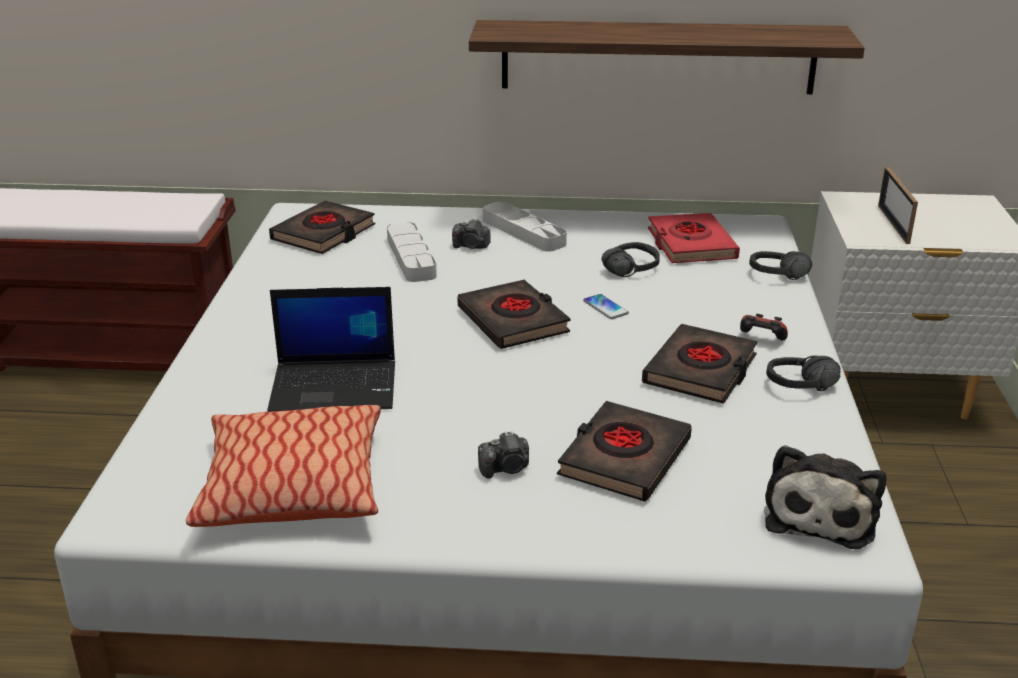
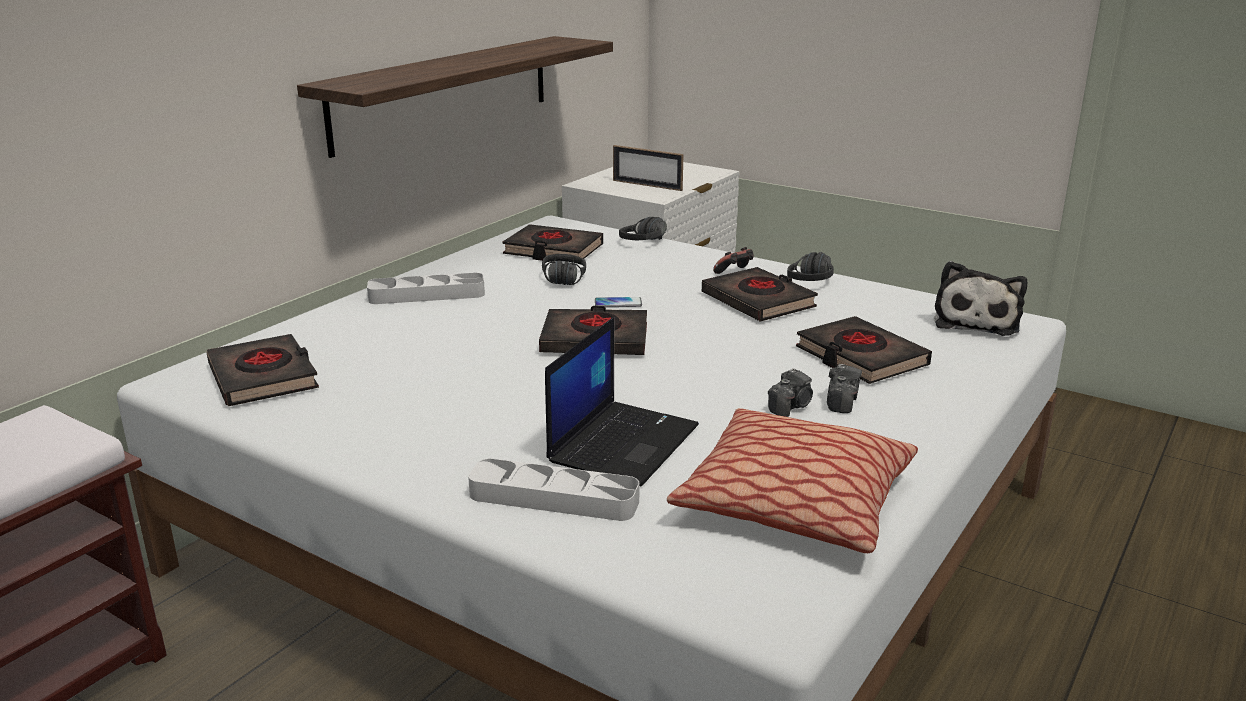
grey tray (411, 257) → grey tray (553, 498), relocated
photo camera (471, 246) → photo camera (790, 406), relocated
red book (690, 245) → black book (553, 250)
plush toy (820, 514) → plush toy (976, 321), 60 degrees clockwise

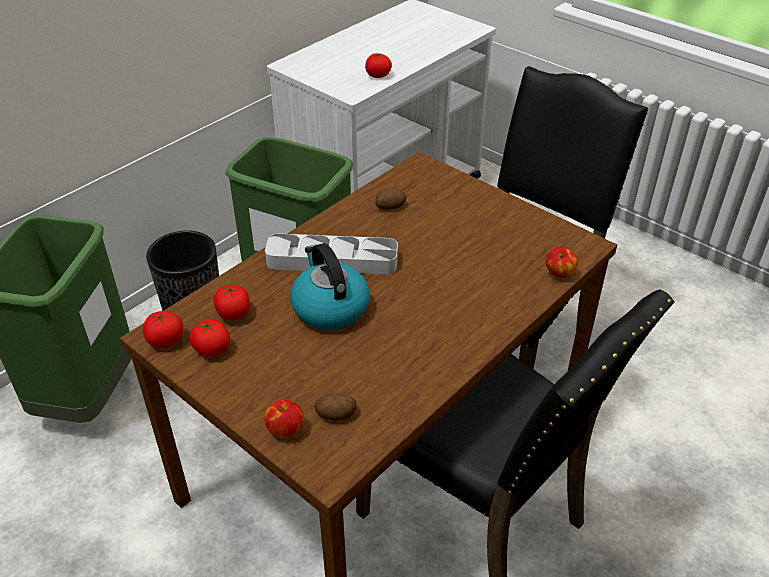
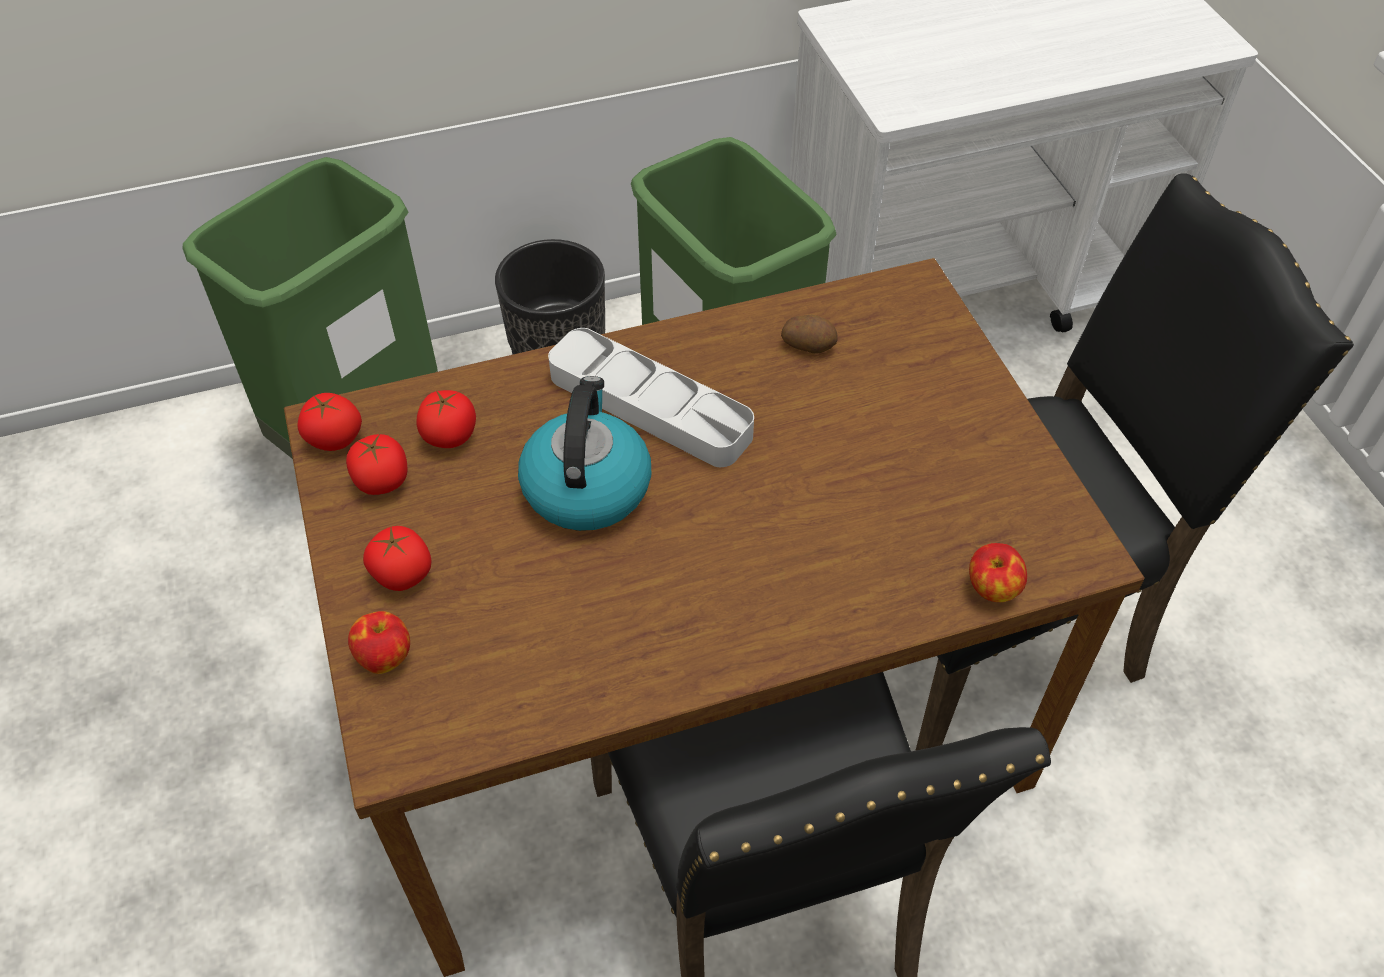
potato (336, 415) → -
tomato (378, 75) → tomato (402, 574), relocated

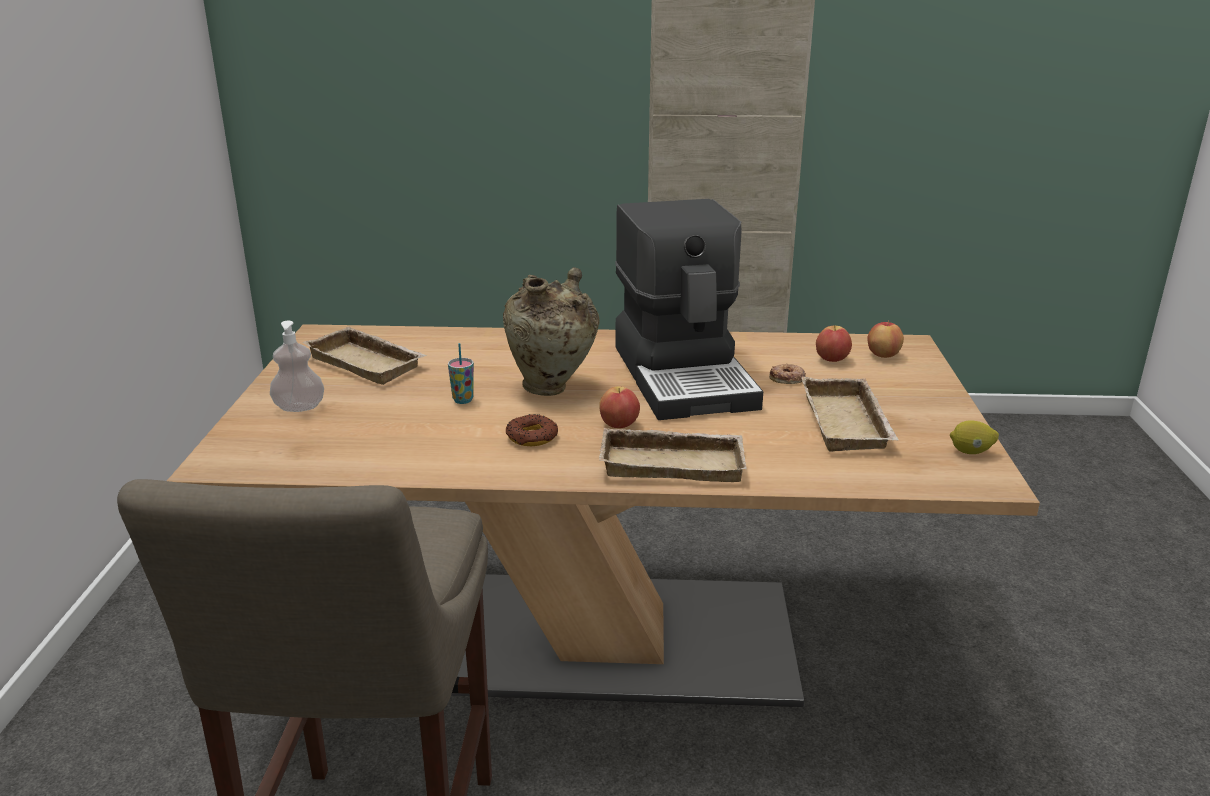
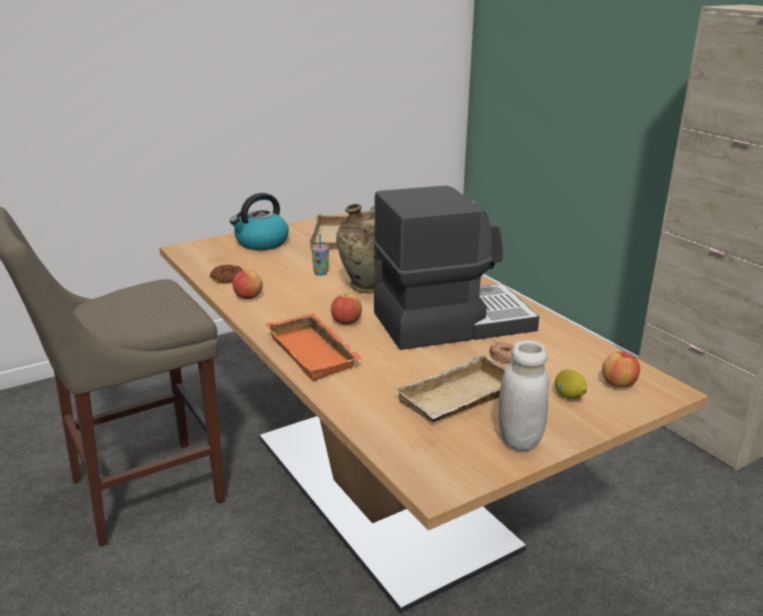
- → white jar (519, 439)
donut (532, 437) → donut (227, 278), relocated
apple (832, 359) → apple (248, 297), relocated
lemon (971, 452) → lemon (569, 396), relocated
soap dispenser (299, 407) → kettle (261, 243)
beige tray (674, 462) → orange tray (316, 353)
coffee machine (685, 376) → coffee machine (451, 321), 150 degrees counterclockwise

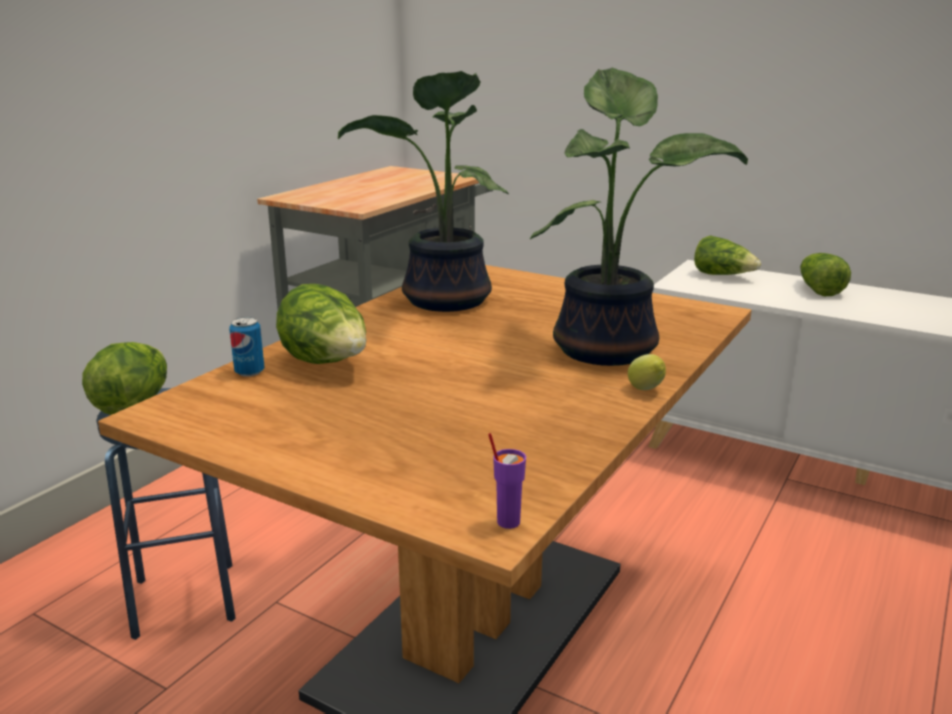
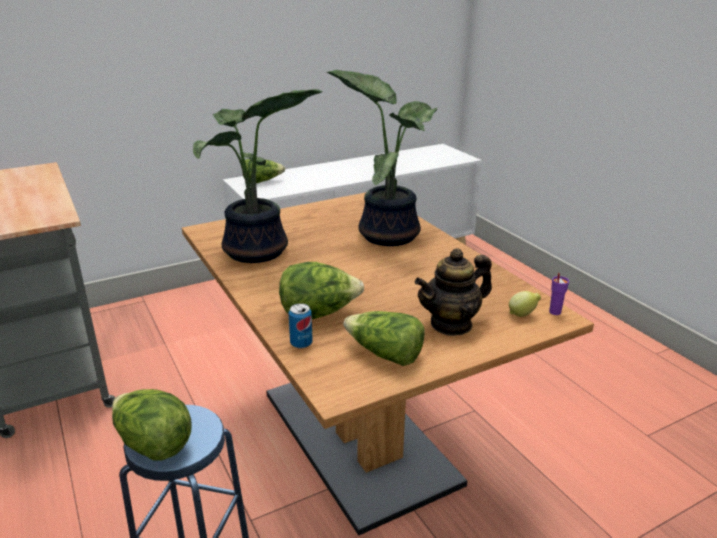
- → teapot (451, 324)
lemon (646, 390) → lemon (522, 315), relocated
lettuce (818, 289) → lettuce (385, 354), relocated

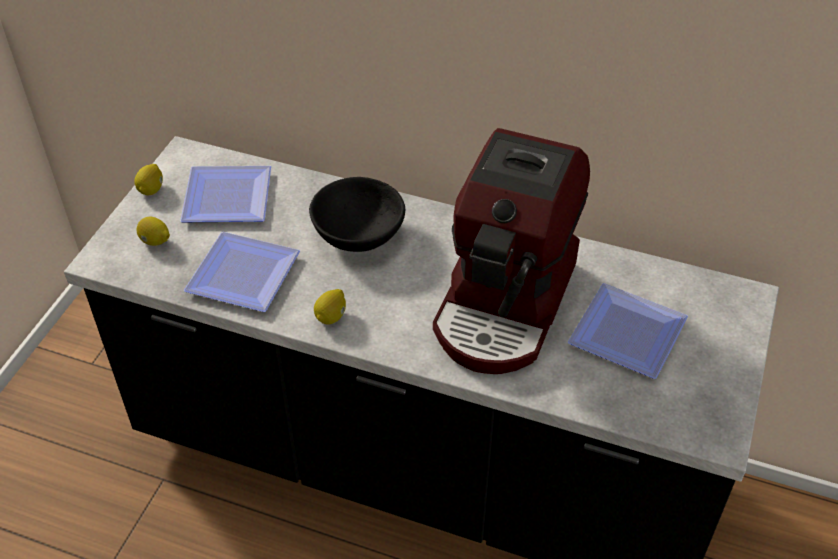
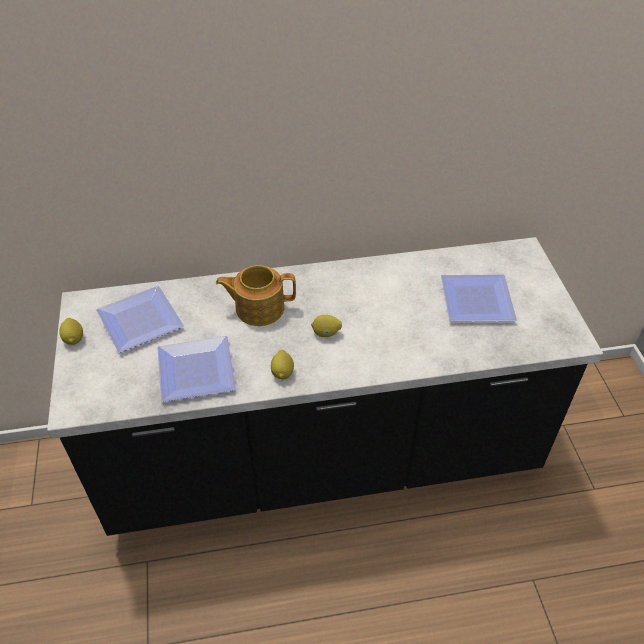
coffee machine (506, 303) → -
lemon (155, 241) → lemon (326, 333), relocated
black bowl (360, 234) → teapot (258, 308)

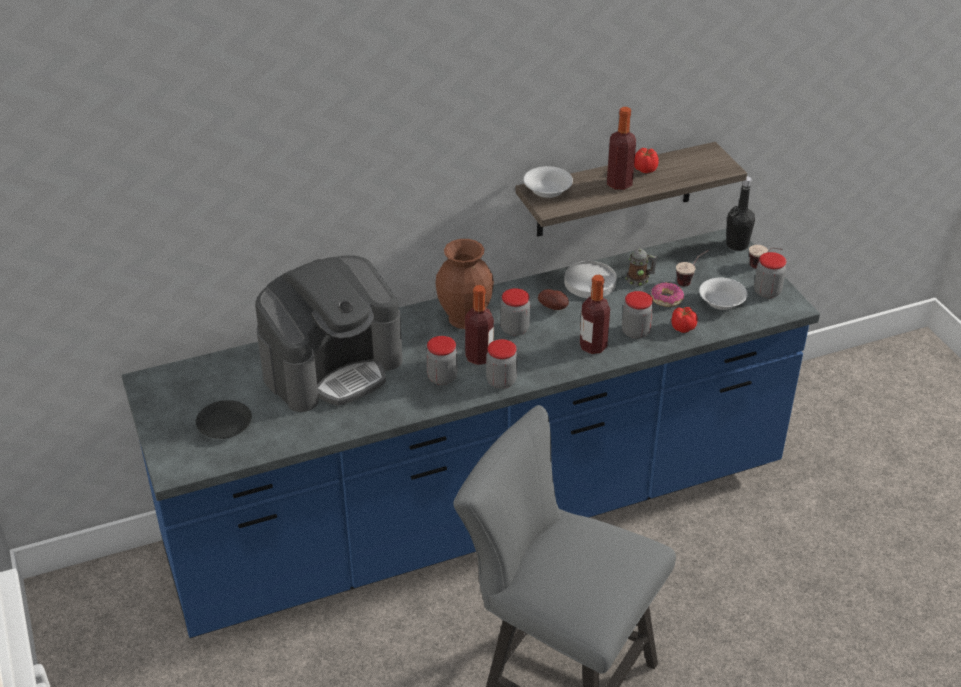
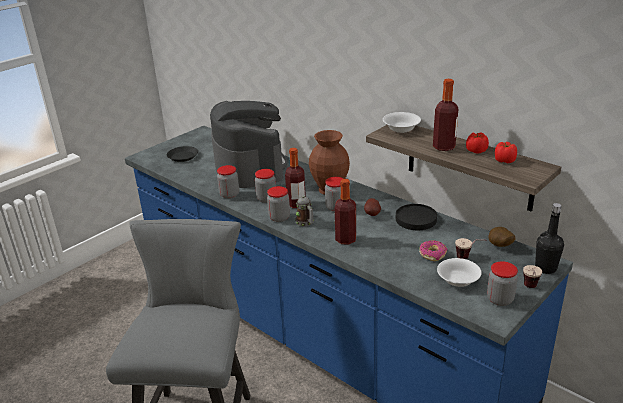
- → potato (499, 246)
jar (635, 332) → jar (229, 195), relocated
mug (640, 279) → mug (306, 223), relocated
tomato (682, 327) → tomato (505, 160), relocated
white plate (590, 282) → black plate (416, 219)
coffee machine (332, 367) → coffee machine (249, 167), 135 degrees counterclockwise

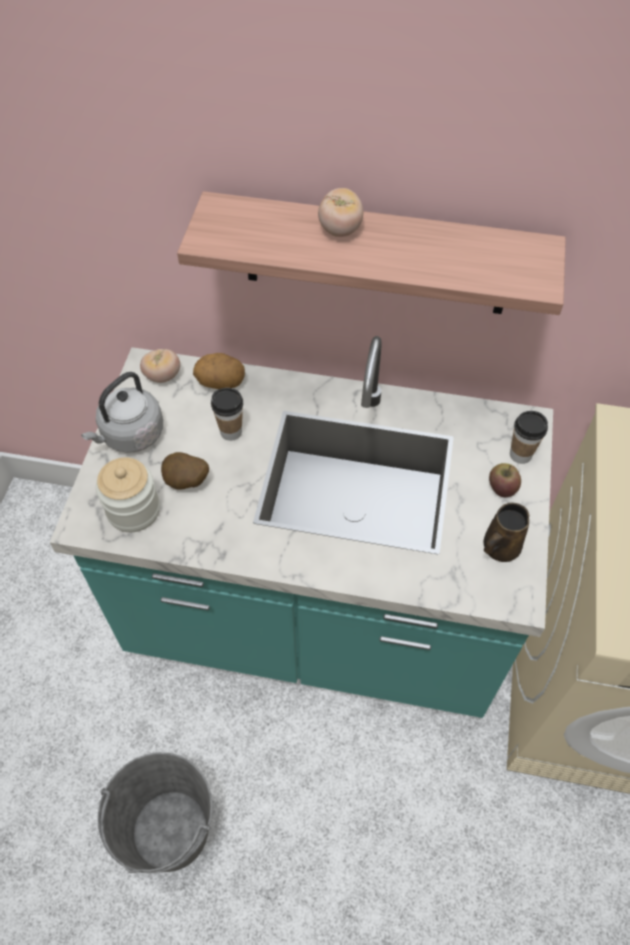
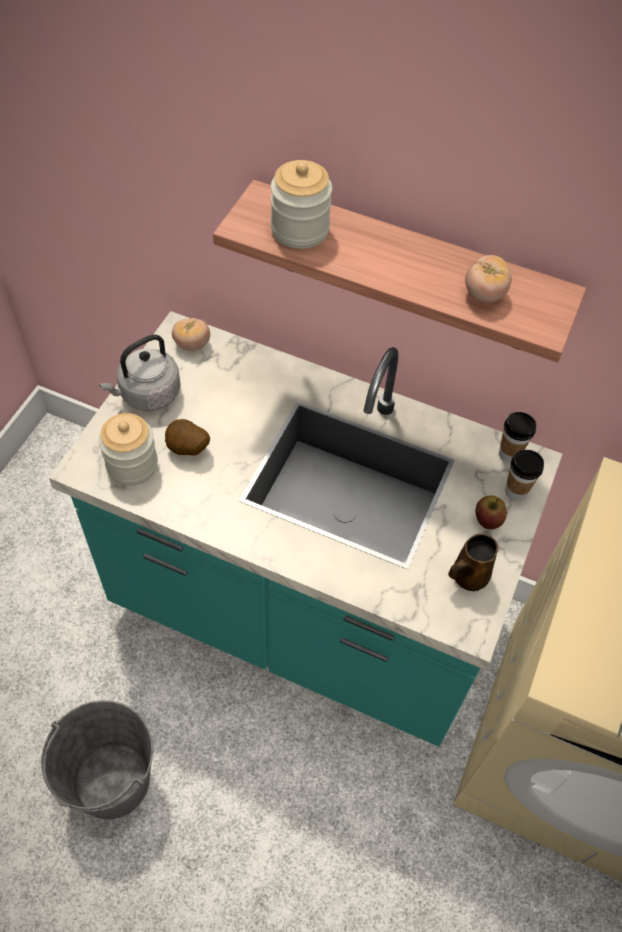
potato (221, 383) → -
- → jar (300, 230)
cup (231, 432) → cup (509, 454), relocated
tomato (340, 229) → tomato (484, 294), relocated

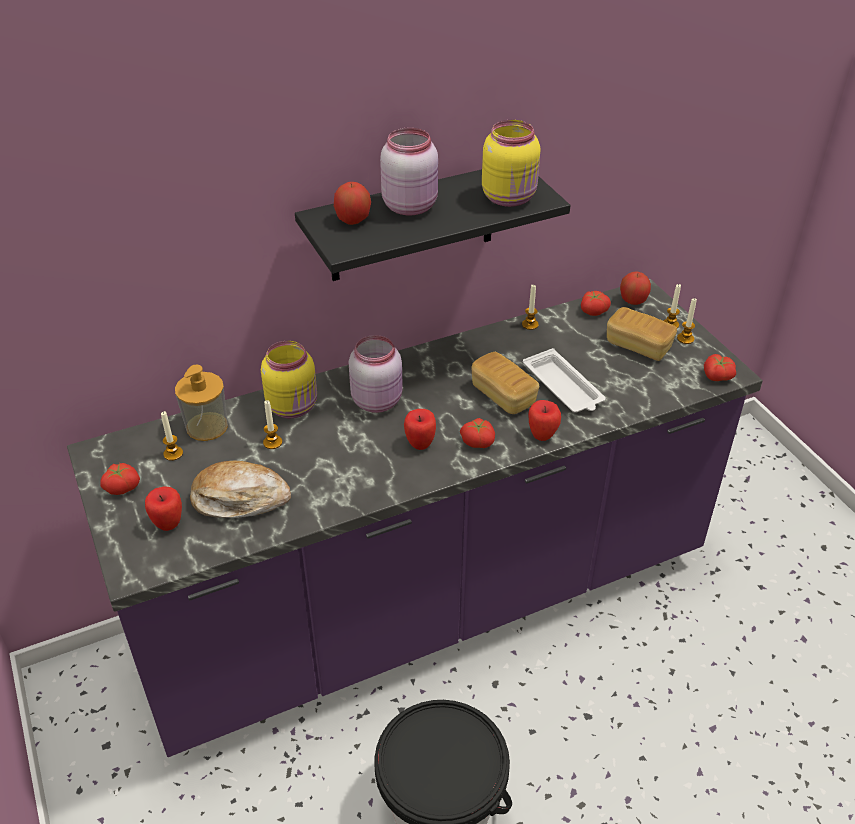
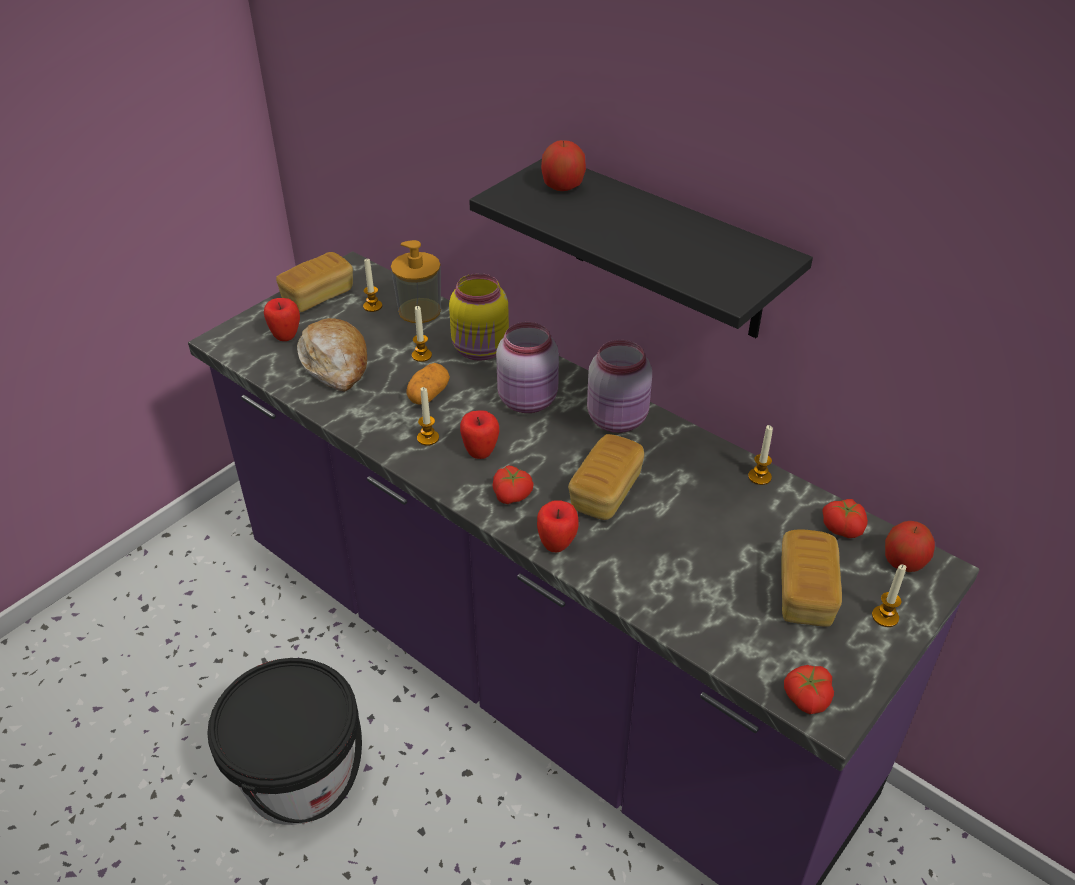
yellow jar (510, 198) → -
white tray (563, 387) → -
- → potato (428, 395)
pink jar (411, 206) → pink jar (619, 419), relocated
candle (685, 338) → candle (428, 438), relocated
tomato (122, 486) → bread (318, 296)

